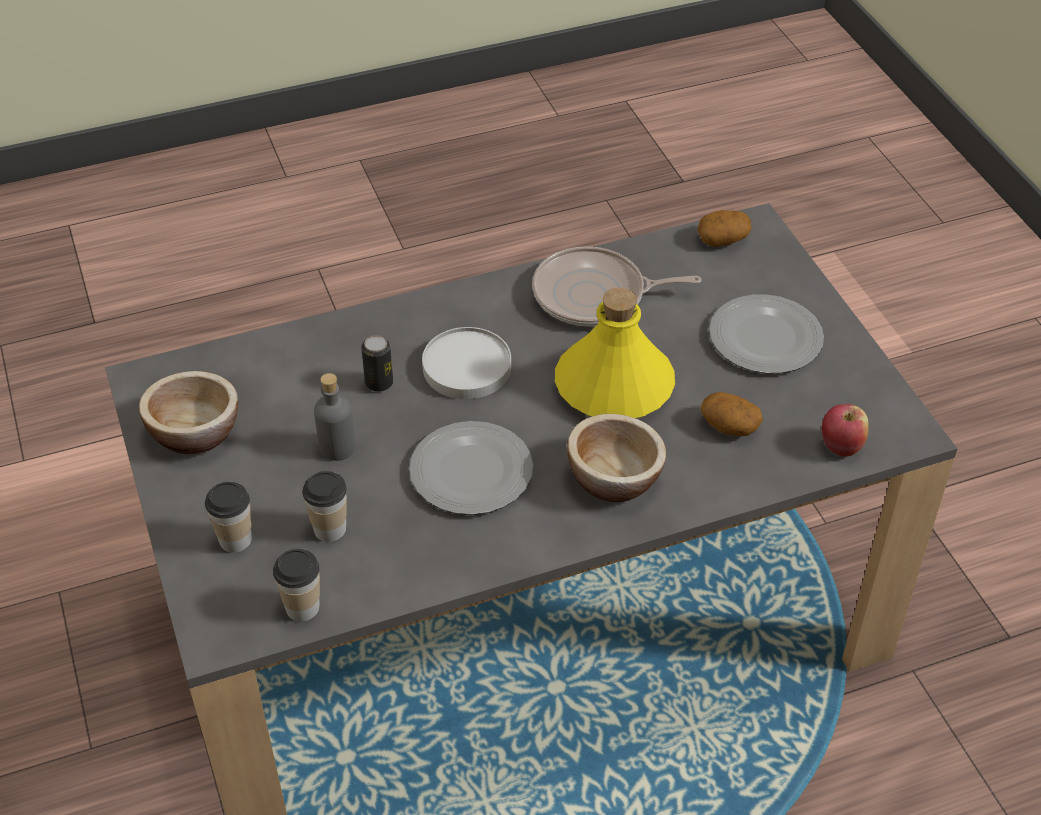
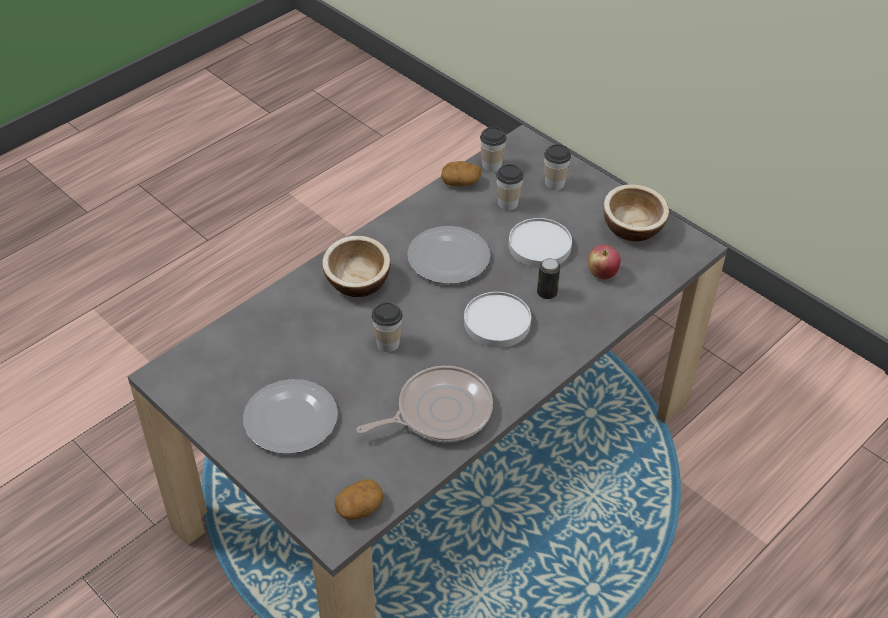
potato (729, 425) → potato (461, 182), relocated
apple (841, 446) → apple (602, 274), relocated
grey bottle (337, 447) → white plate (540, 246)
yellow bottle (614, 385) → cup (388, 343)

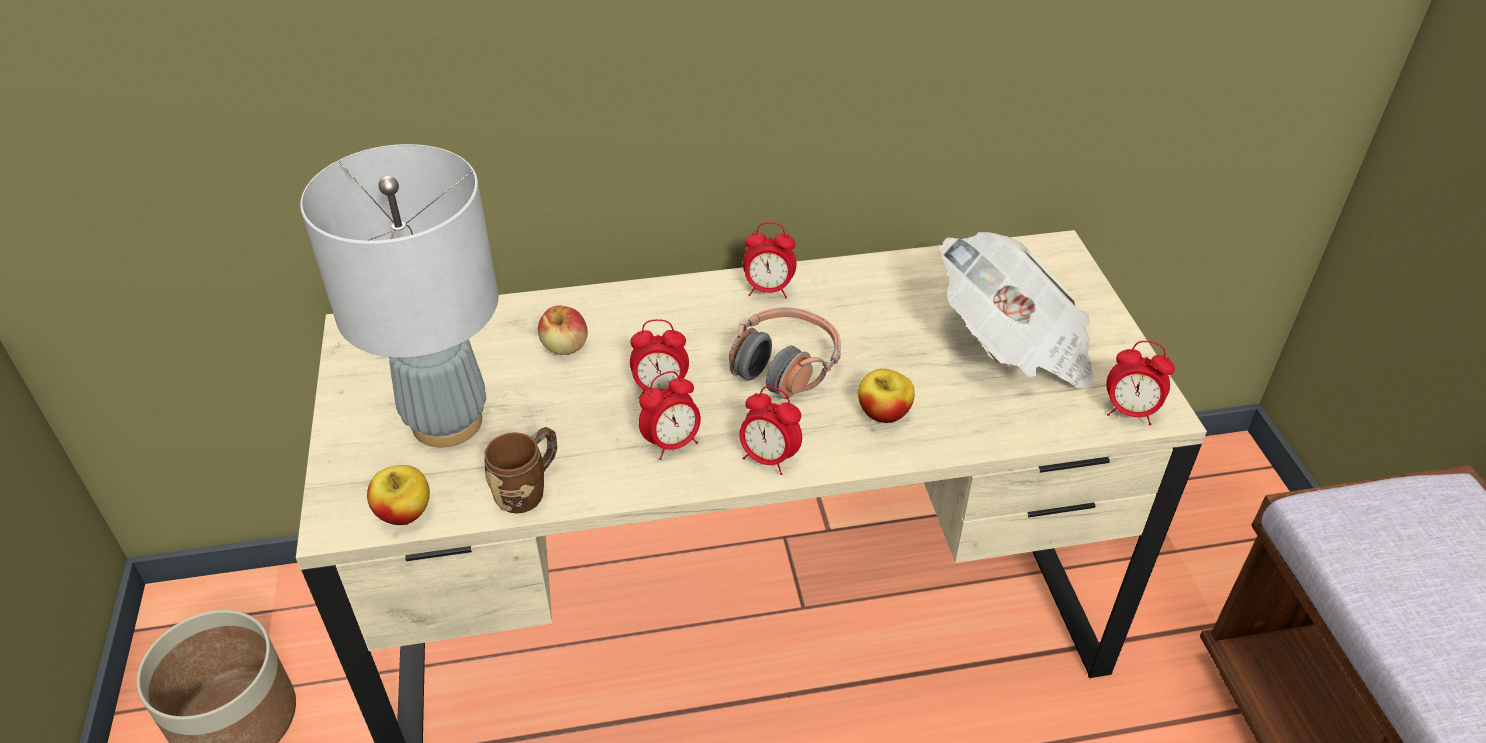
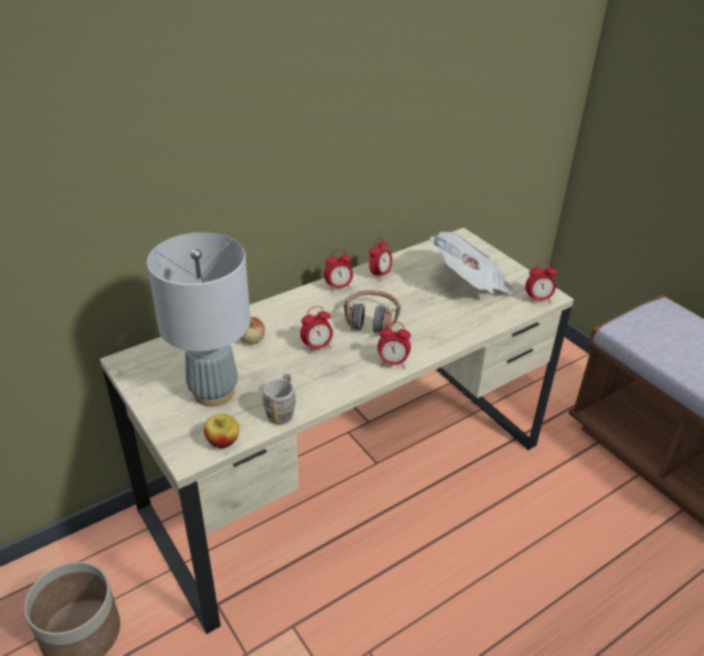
apple (883, 413) → -
alarm clock (672, 443) → alarm clock (380, 274), relocated
brown mug (528, 489) → grey mug (282, 411)

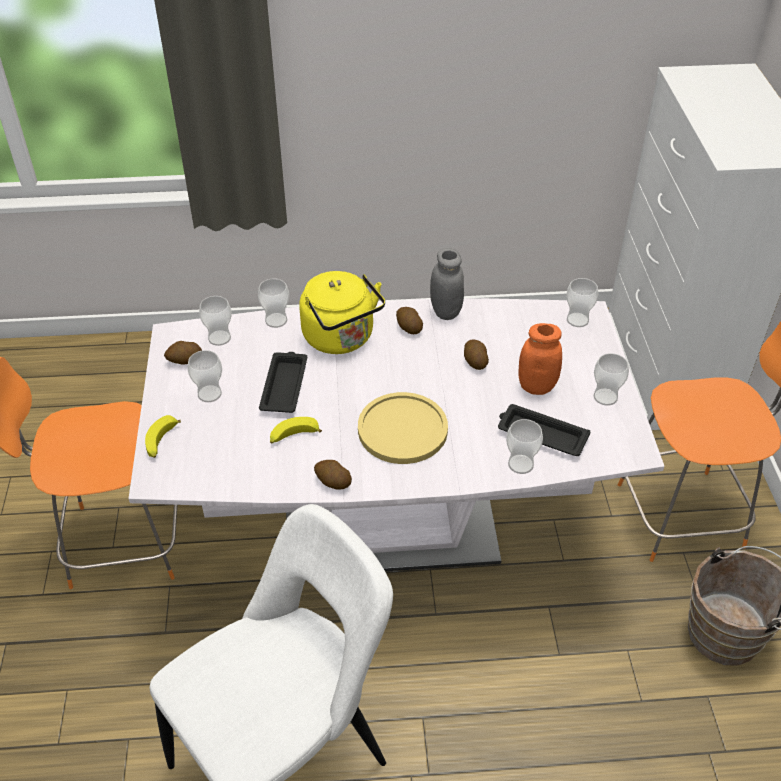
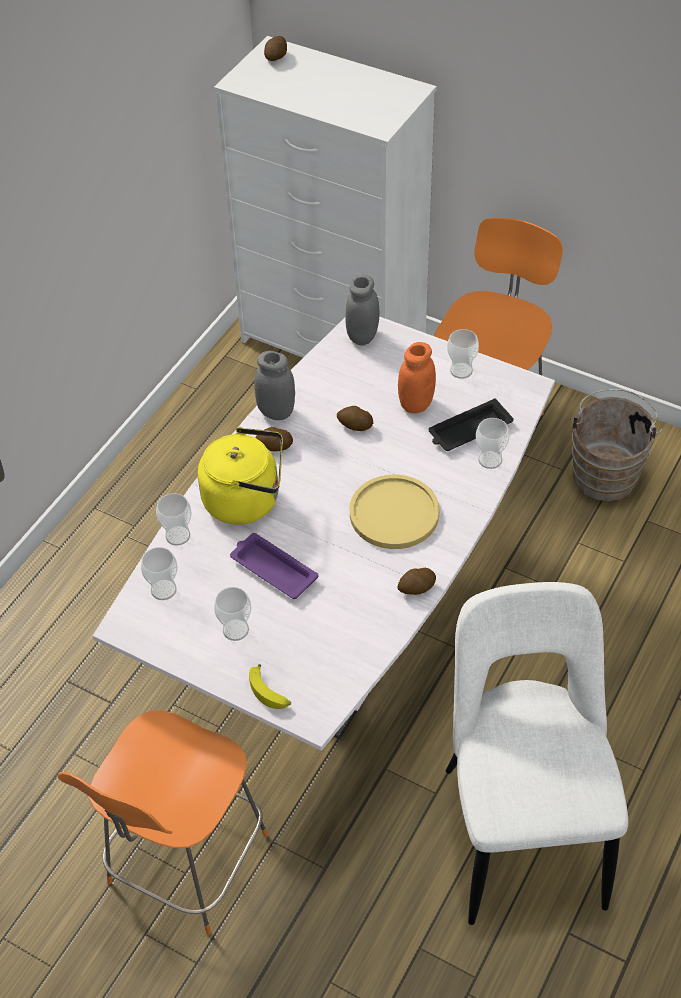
banana (293, 436) → -
potato (184, 361) → potato (276, 57), relocated
cup (577, 320) → grey jar (362, 336)
black tray (284, 385) → purple tray (272, 569)

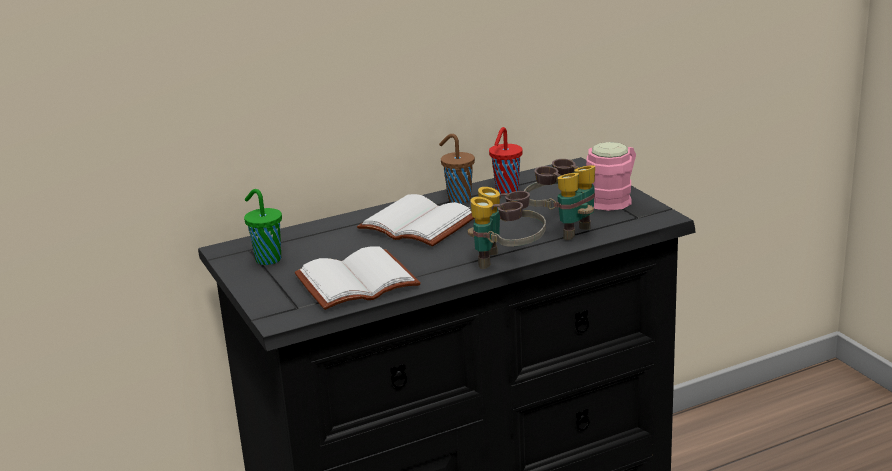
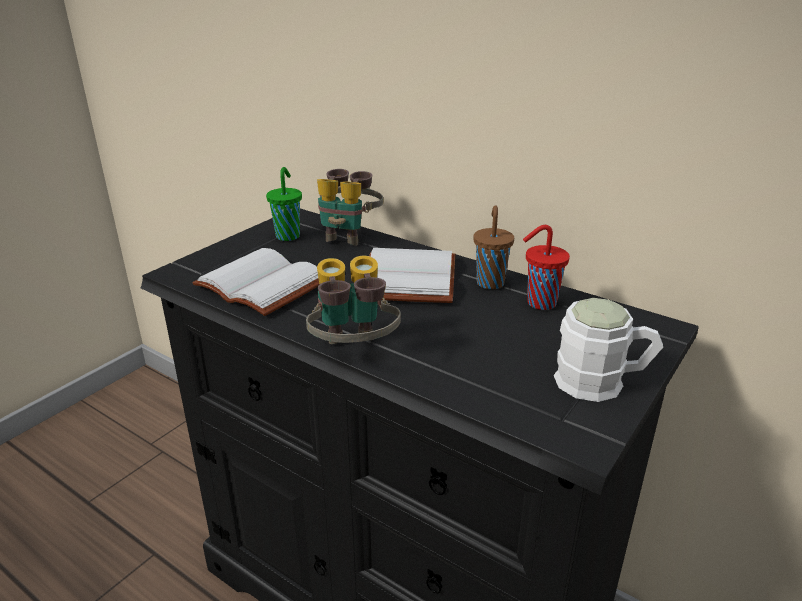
binoculars (562, 229) → binoculars (348, 235), relocated
pink mug (614, 198) → white mug (602, 382)

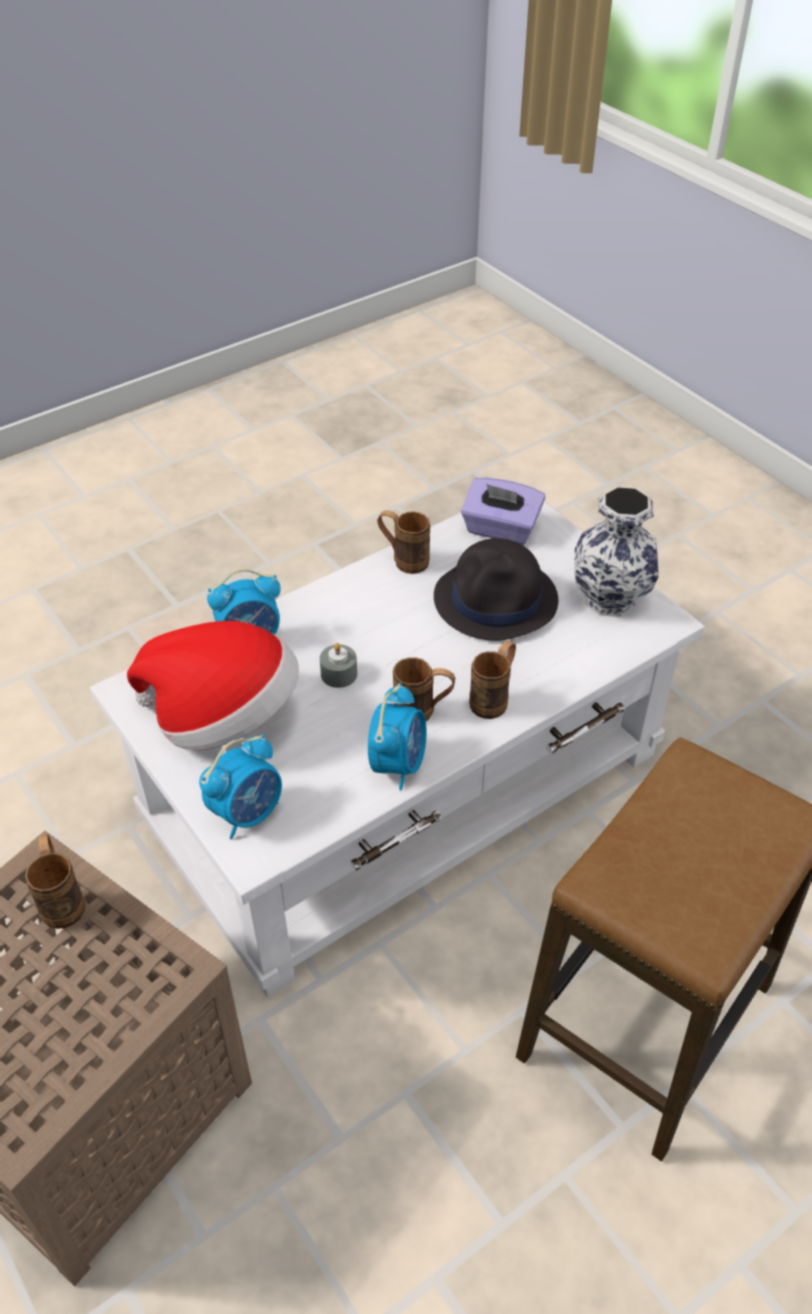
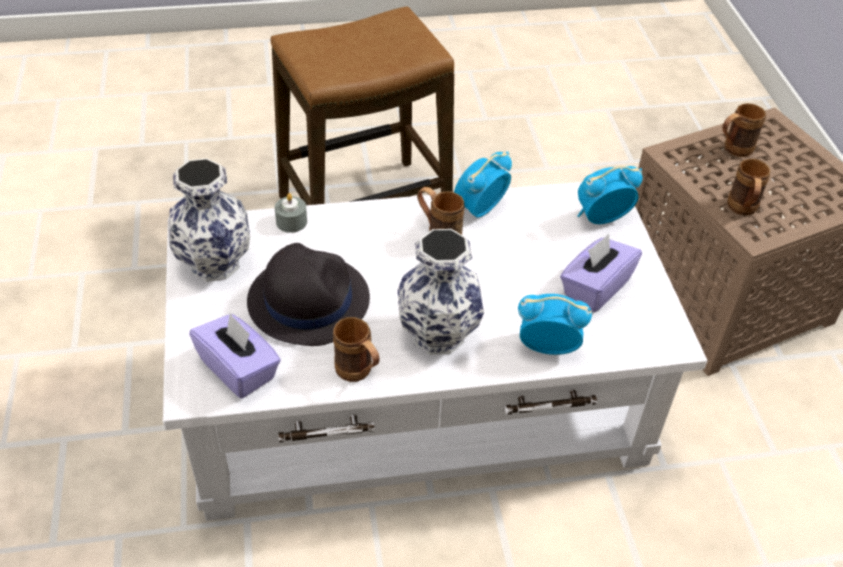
- → vase (438, 333)
grey candle (339, 674) → grey candle (291, 222), relocated
brown mug (494, 699) → brown mug (732, 150), relocated
hat (224, 717) → purple tissue box (595, 288)

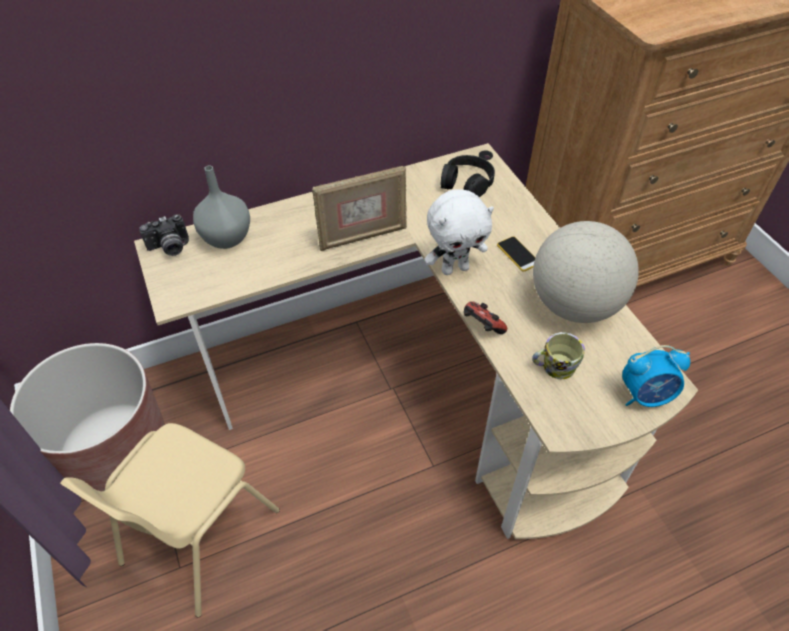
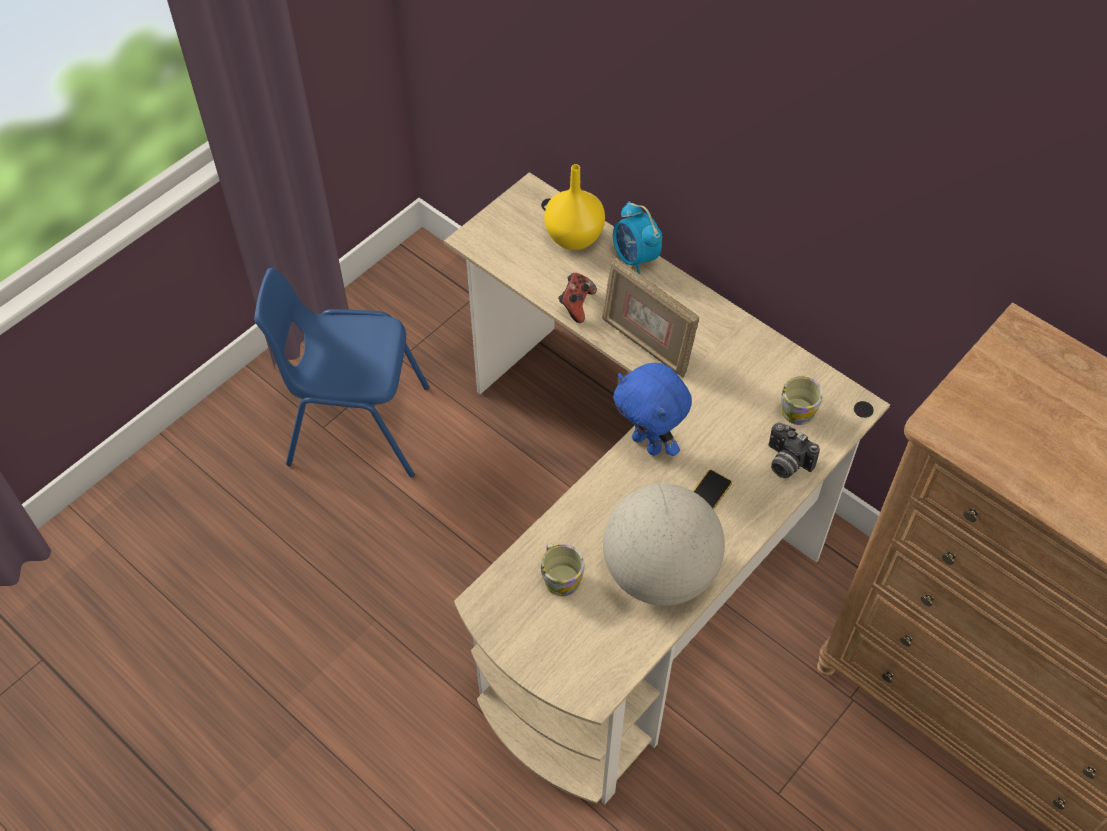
brown planter (115, 452) → -
photo camera (169, 248) → photo camera (785, 463), relocated
game controller (482, 327) → game controller (576, 305), relocated
alarm clock (645, 396) → alarm clock (635, 258), relocated
black headphones (467, 182) → mug (797, 407)
beige chair (197, 537) → blue chair (357, 425)
grey vase (225, 238) → yellow vase (573, 236)
white plush toy (455, 268) → blue plush toy (648, 443)

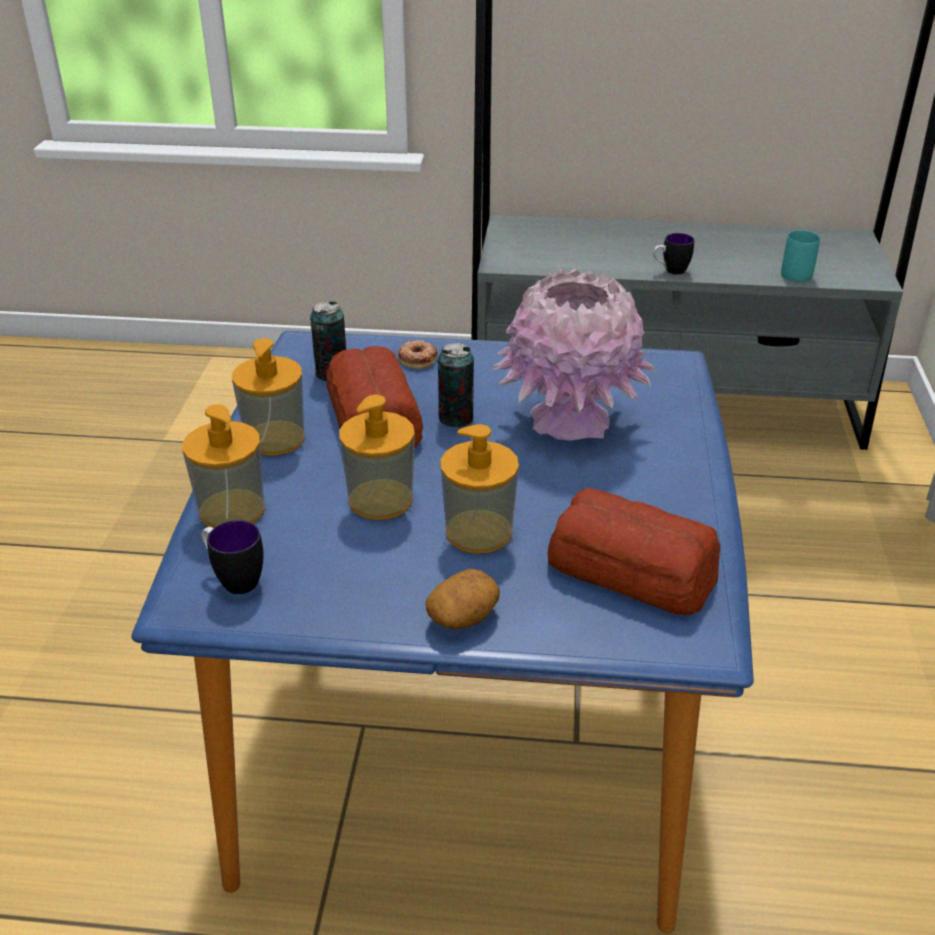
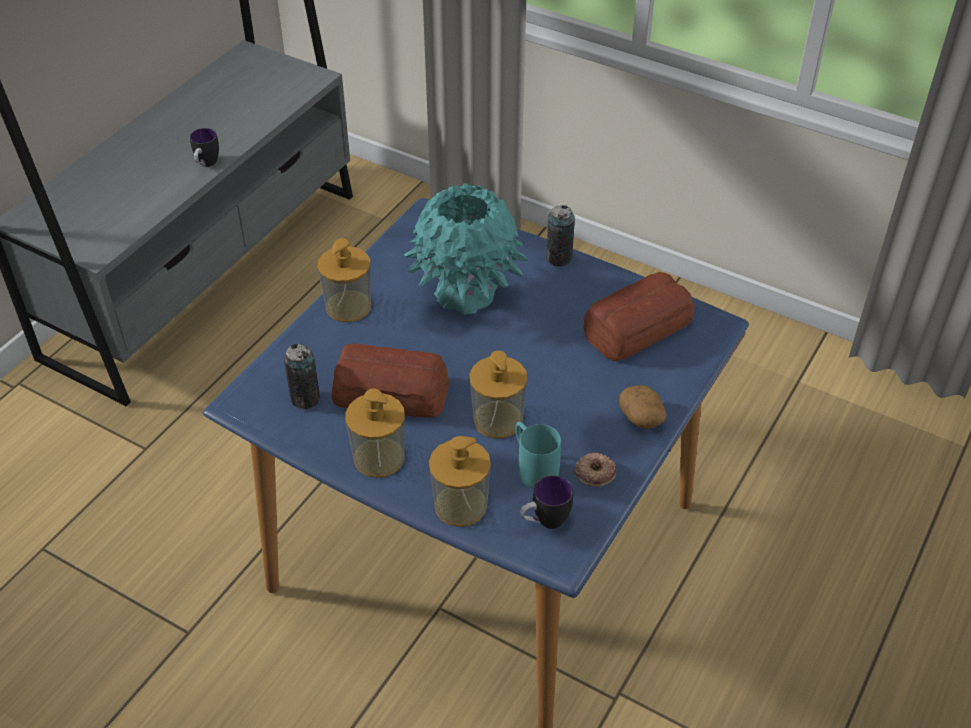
donut (418, 358) → donut (594, 472), relocated
can (456, 418) → can (559, 258), relocated
soap dispenser (478, 531) → soap dispenser (348, 306), relocated
turquoise mug (799, 272) → turquoise mug (532, 467), relocated
pink vase (570, 422) → turquoise vase (466, 293)

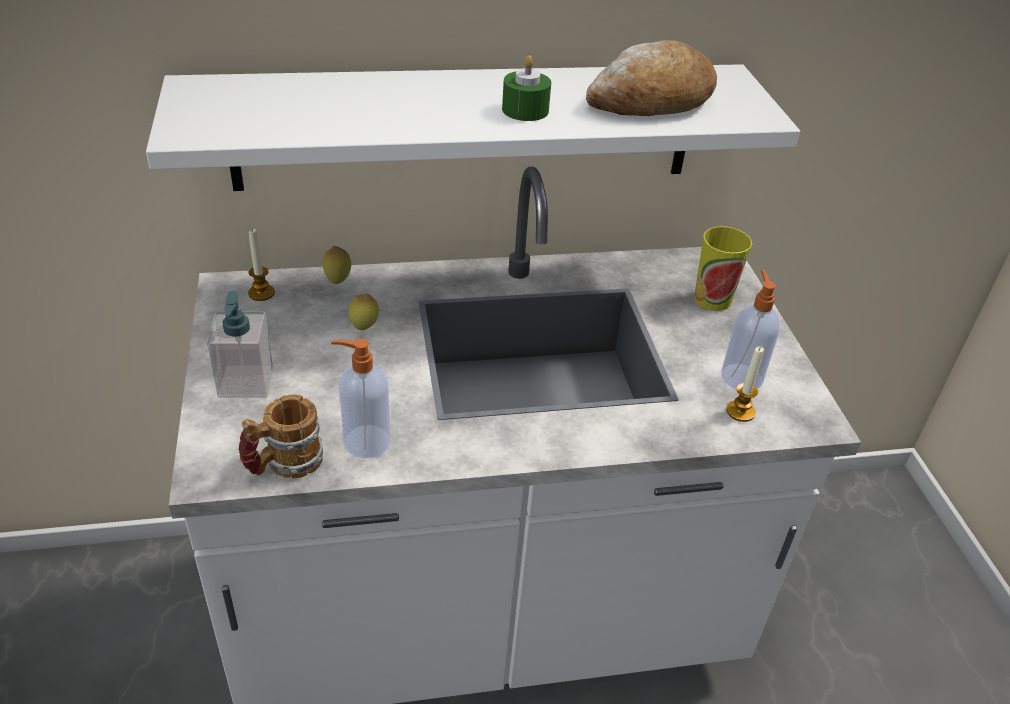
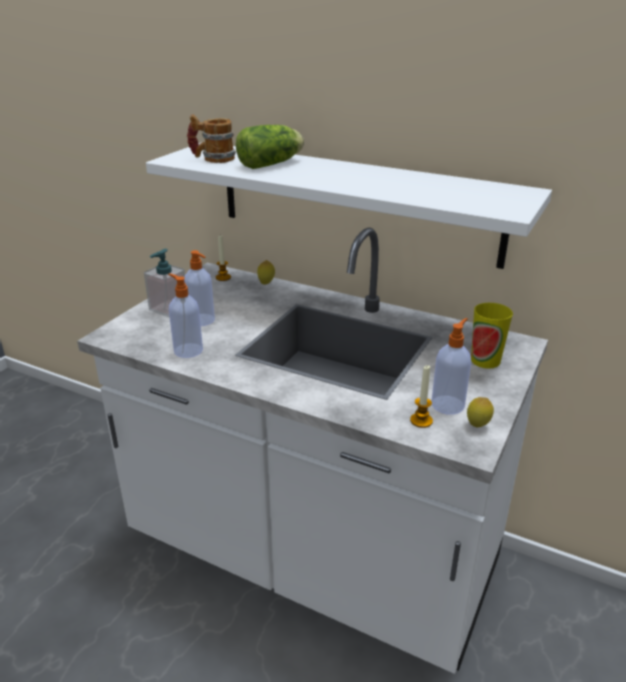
green candle (525, 110) → -
bread (651, 101) → -
- → soap dispenser (202, 320)
- → lettuce (272, 164)
mug (284, 464) → mug (212, 159), relocated
lemon (364, 328) → lemon (477, 426), relocated

